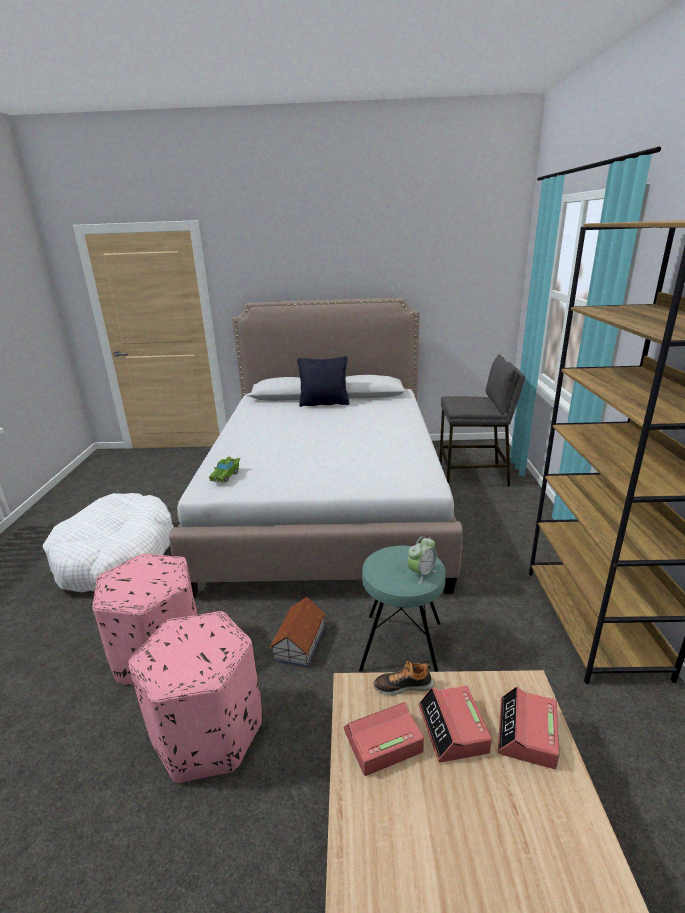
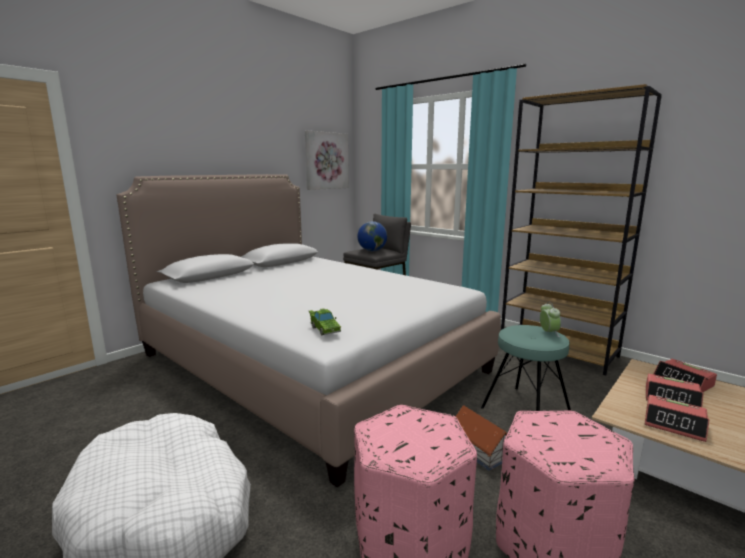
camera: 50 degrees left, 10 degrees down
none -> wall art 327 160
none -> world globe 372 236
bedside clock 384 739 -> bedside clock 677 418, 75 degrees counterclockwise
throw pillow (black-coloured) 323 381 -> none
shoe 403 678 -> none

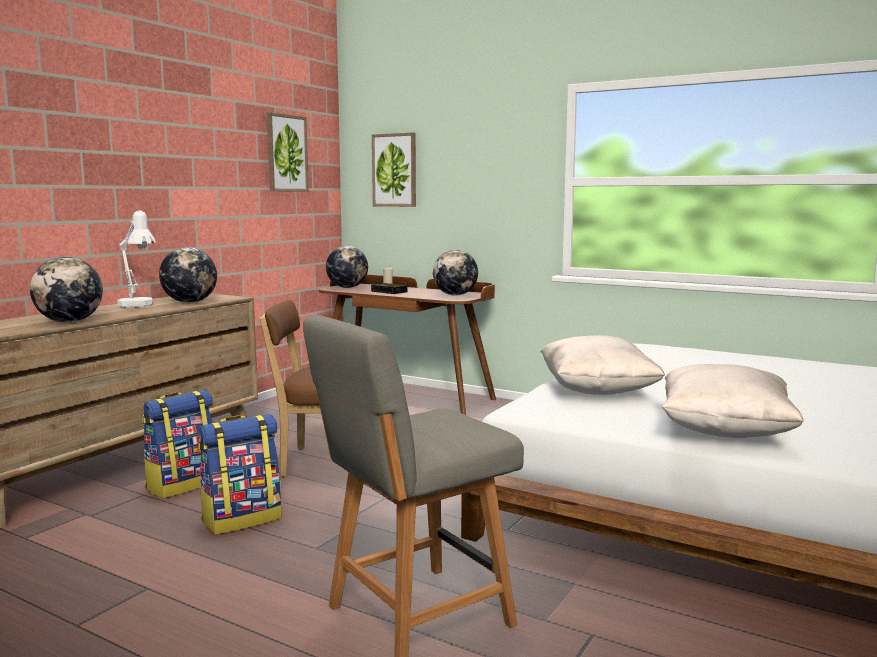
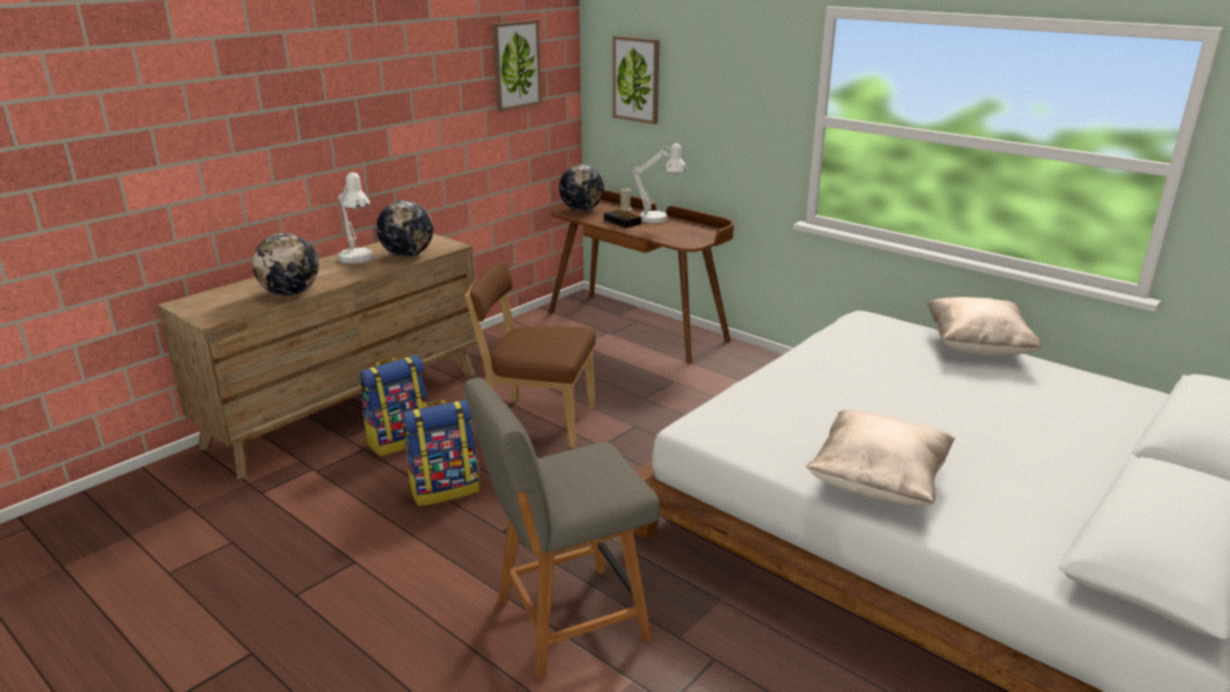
camera: 10 degrees right, 15 degrees up
none -> table lamp (white-coloured) 659 183
throw pillow (beige-coloured) 602 365 -> throw pillow (beige-coloured) 984 326, moved
world globe 455 273 -> none

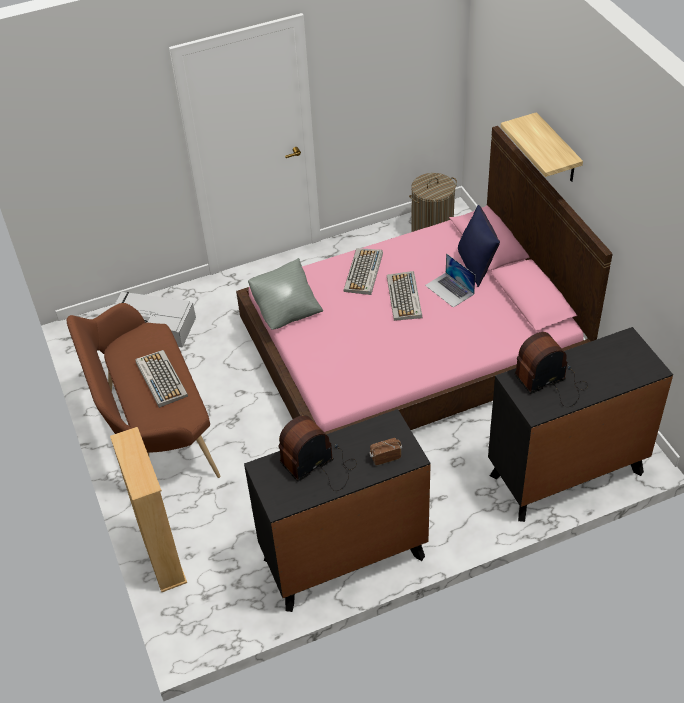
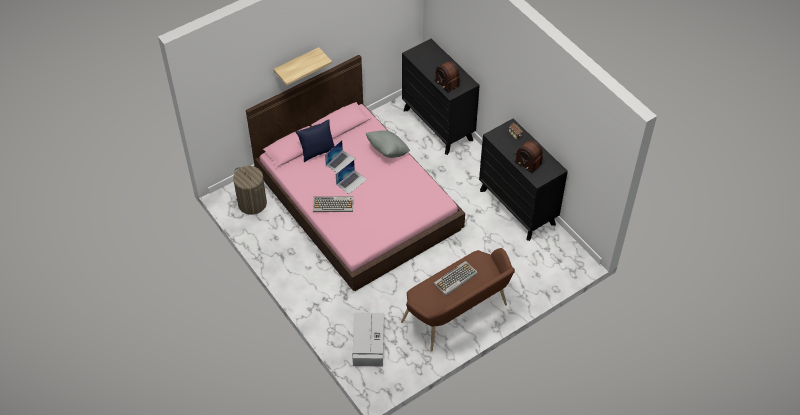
camera: 105 degrees left, 5 degrees up
PC keyboard 404 296 -> laptop 351 177
throw pillow (grey) 285 294 -> throw pillow (grey) 388 144, moved
bookshelf (beige-coloured) 148 509 -> none

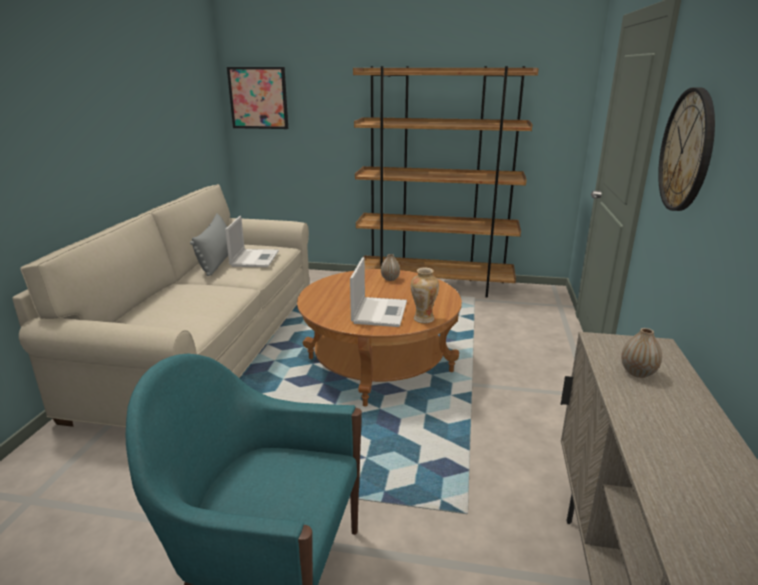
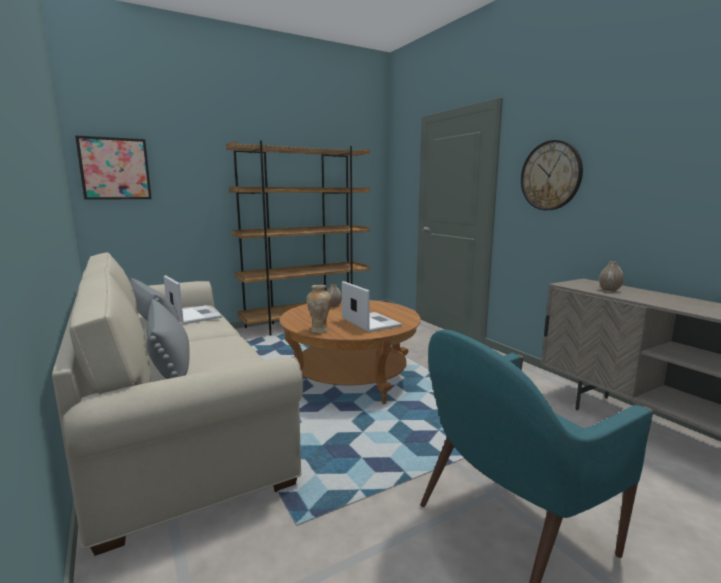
camera: 40 degrees left, 10 degrees down
none -> throw pillow (grey) 168 339
vase 425 295 -> vase 319 309, moved

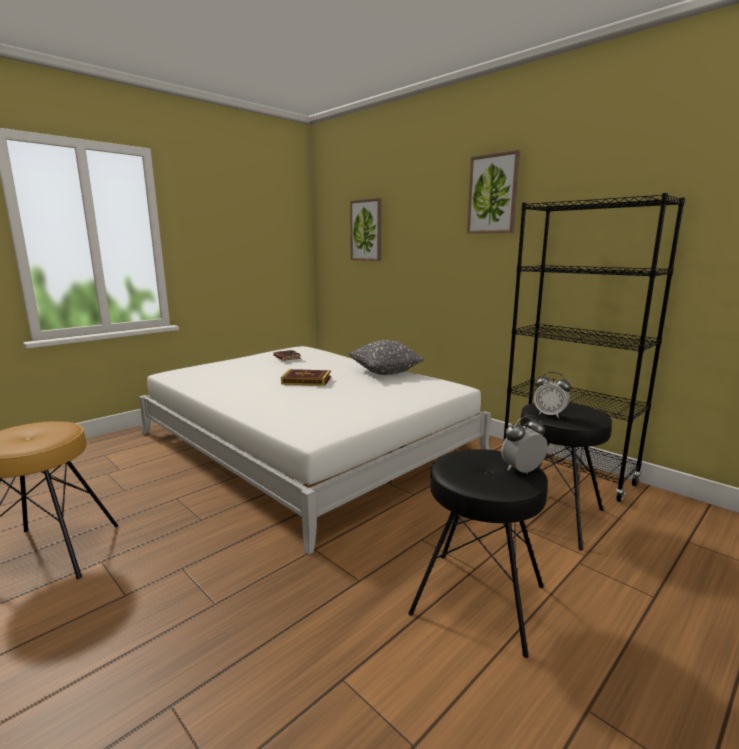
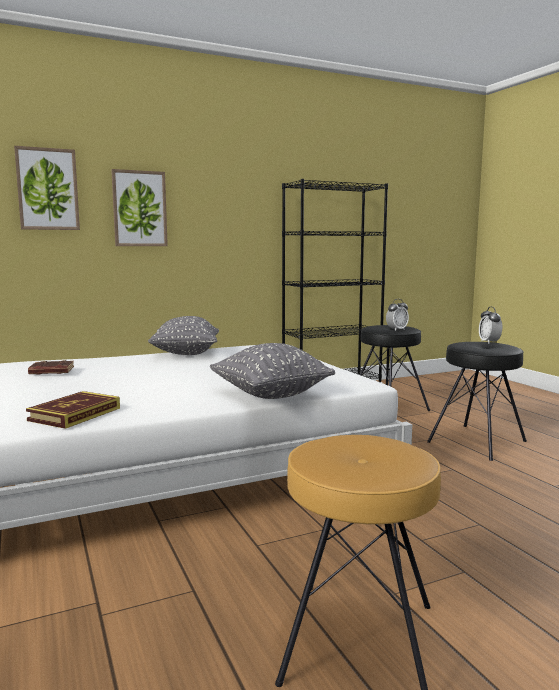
camera: 70 degrees left, 5 degrees down
volume 306 377 -> volume 73 410, moved
wall art 493 192 -> wall art 139 207, moved
none -> throw pillow (grey) 272 371

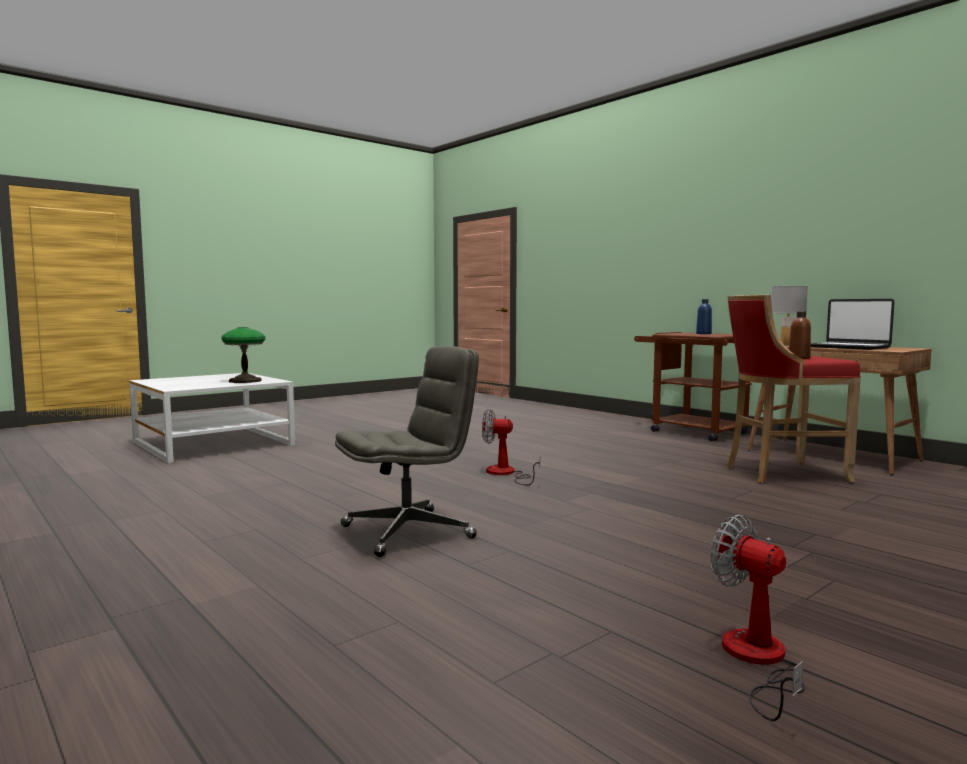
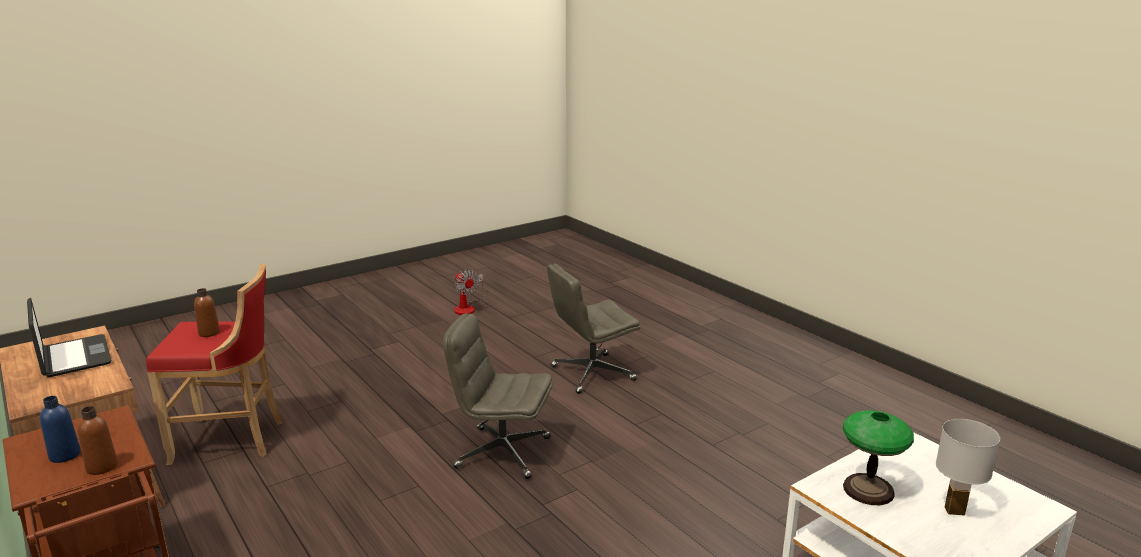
camera: 175 degrees left, 15 degrees up
none -> bottle (brown-coloured) 97 440
cooling fan 511 446 -> desk chair (grey) 498 396
table lamp (white-coloured) 789 316 -> table lamp (white-coloured) 968 467, moved

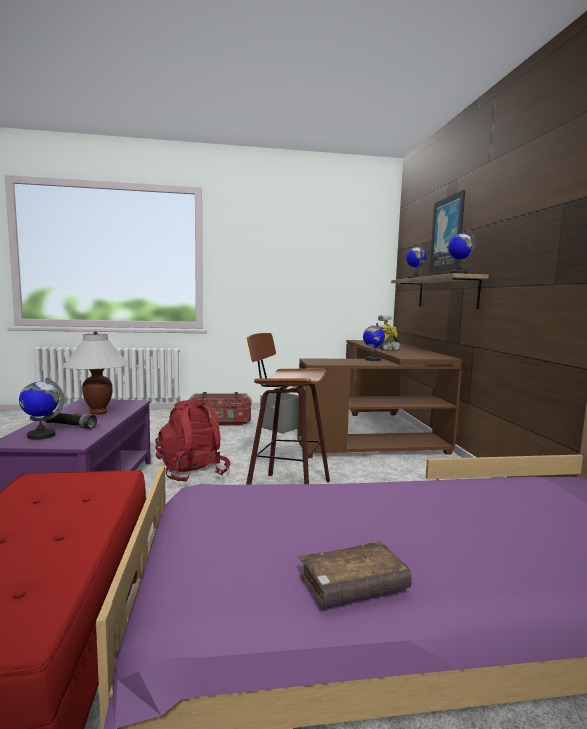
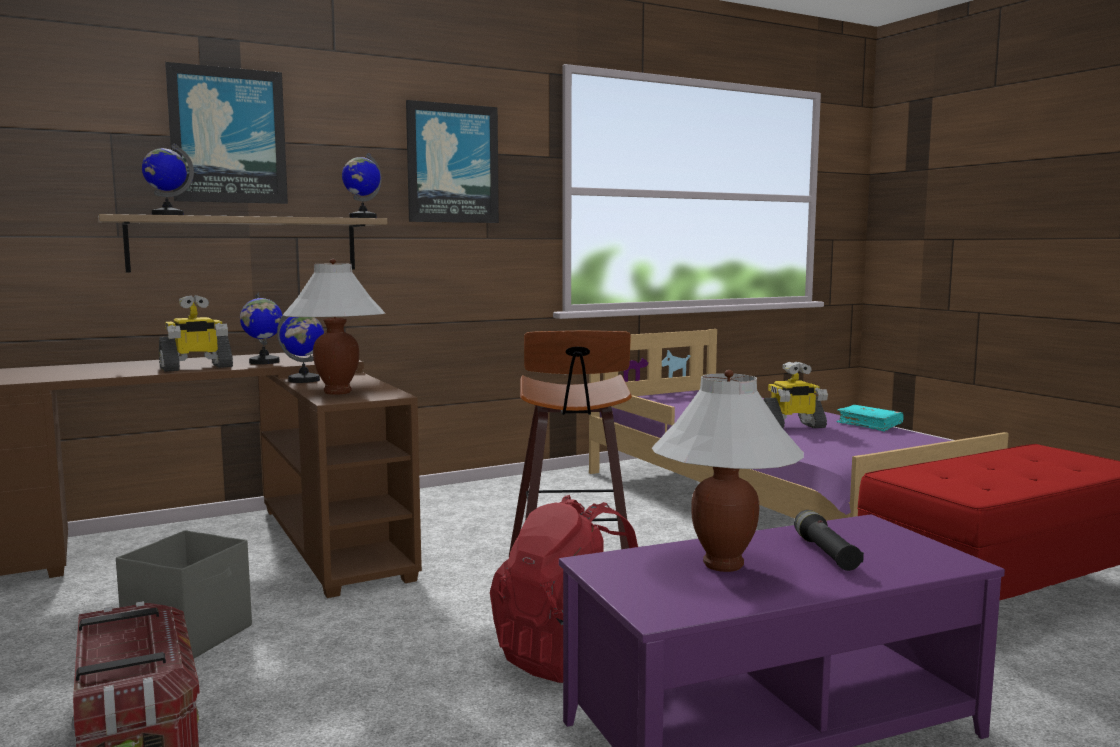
camera: 110 degrees left, 0 degrees up
world globe 41 409 -> world globe 261 328, moved
none -> table lamp (white-coloured) 334 327
none -> wall art 452 161
none -> model robot 795 395
volume (brown-coloured) 355 574 -> volume (blue-green) 870 418

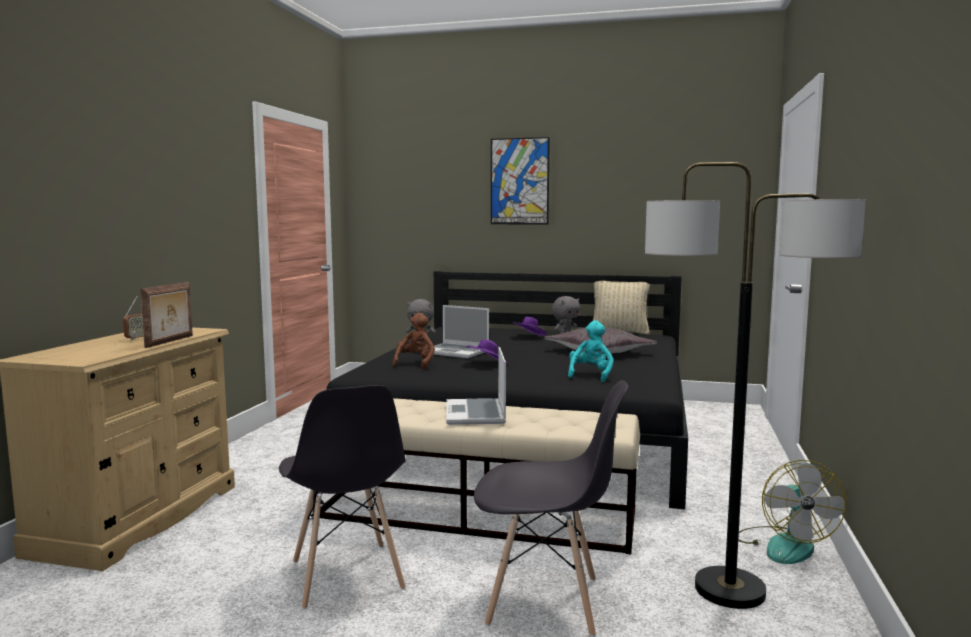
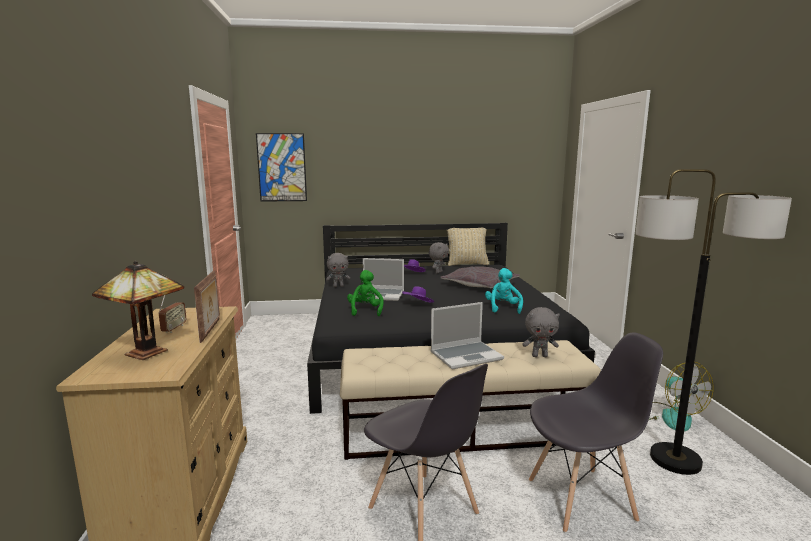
camera: 20 degrees left, 5 degrees up
none -> table lamp 138 310
wall art 520 180 -> wall art 281 167, moved
plush toy (brown-coloured) 413 341 -> plush toy (green) 365 293
laptop 476 386 -> laptop 467 336, 90 degrees counterclockwise
none -> plush toy (grey) 541 332

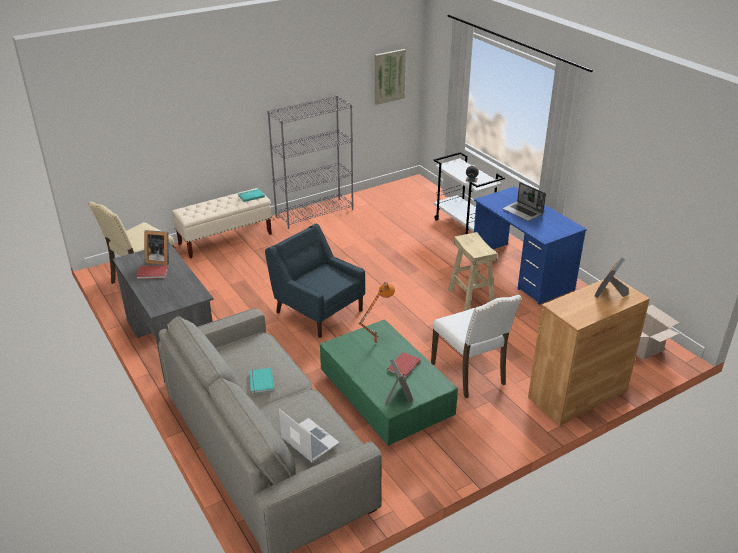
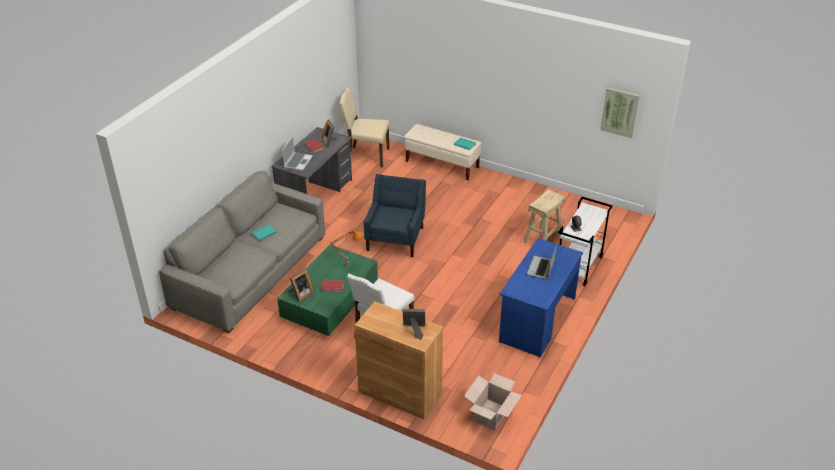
camera: 60 degrees right, 5 degrees up
laptop 309 435 -> laptop 297 153, moved
stool (beige-coloured) 473 271 -> stool (beige-coloured) 544 216, moved
bookshelf (grey) 310 162 -> none

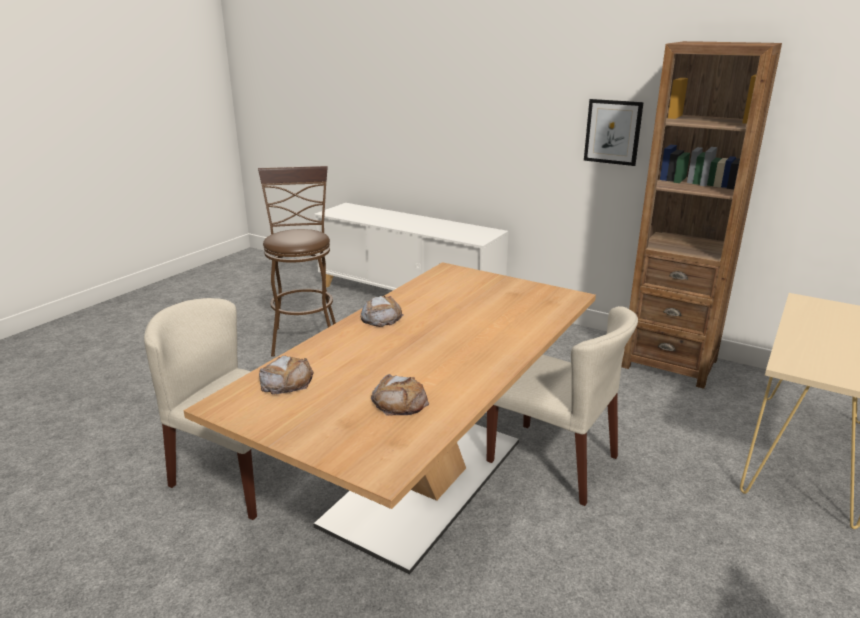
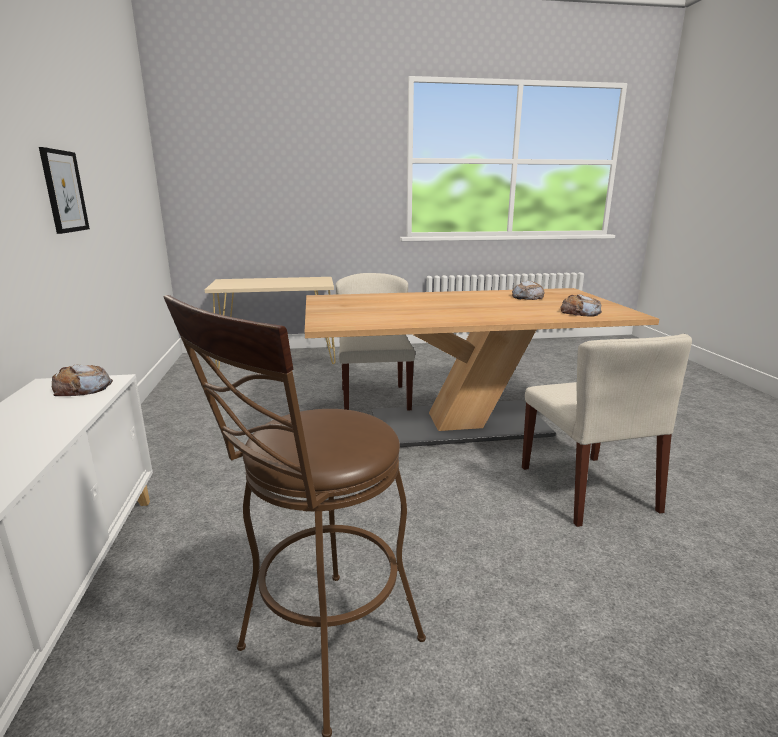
camera: 130 degrees left, 5 degrees down
bakery bread 381 311 -> bakery bread 82 380, moved
bookshelf (brown-coloured) 701 215 -> none

